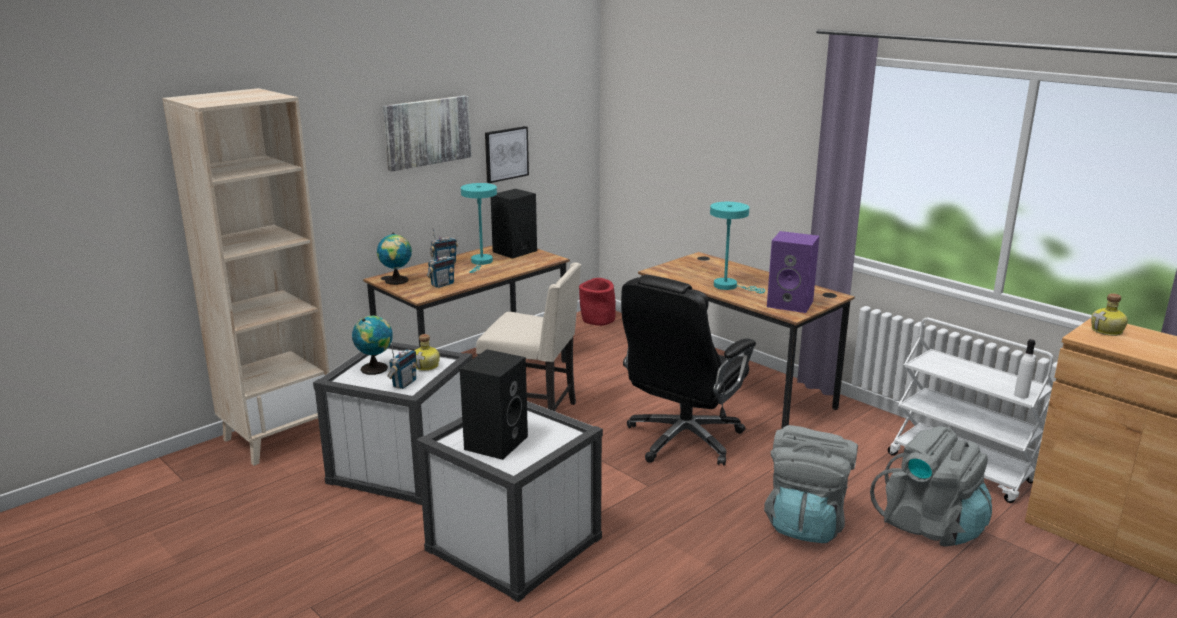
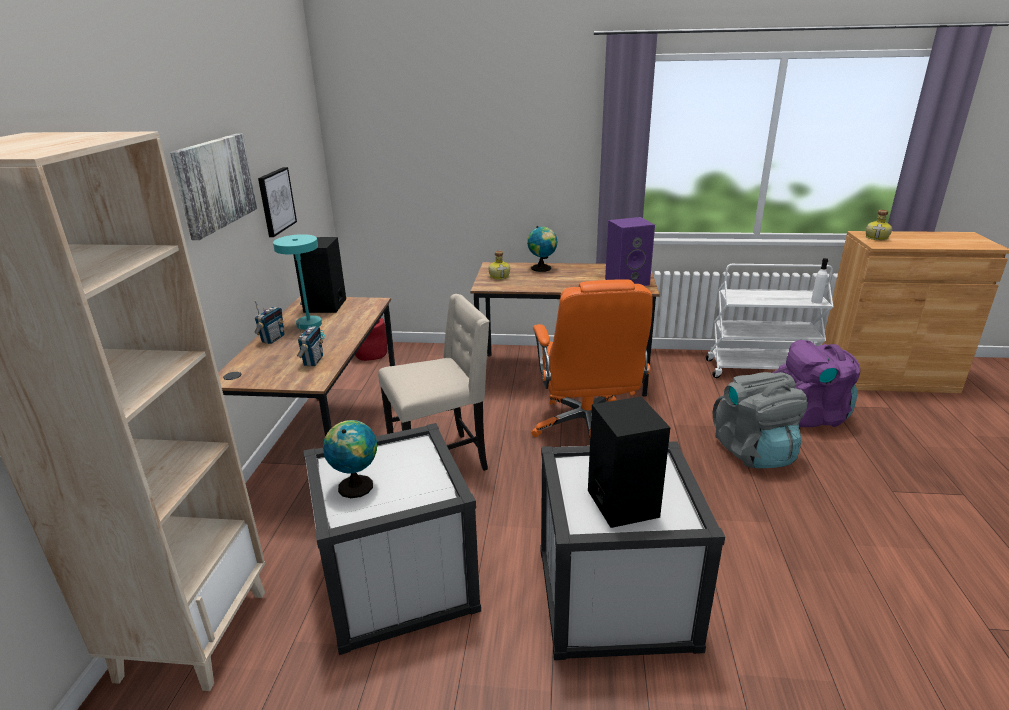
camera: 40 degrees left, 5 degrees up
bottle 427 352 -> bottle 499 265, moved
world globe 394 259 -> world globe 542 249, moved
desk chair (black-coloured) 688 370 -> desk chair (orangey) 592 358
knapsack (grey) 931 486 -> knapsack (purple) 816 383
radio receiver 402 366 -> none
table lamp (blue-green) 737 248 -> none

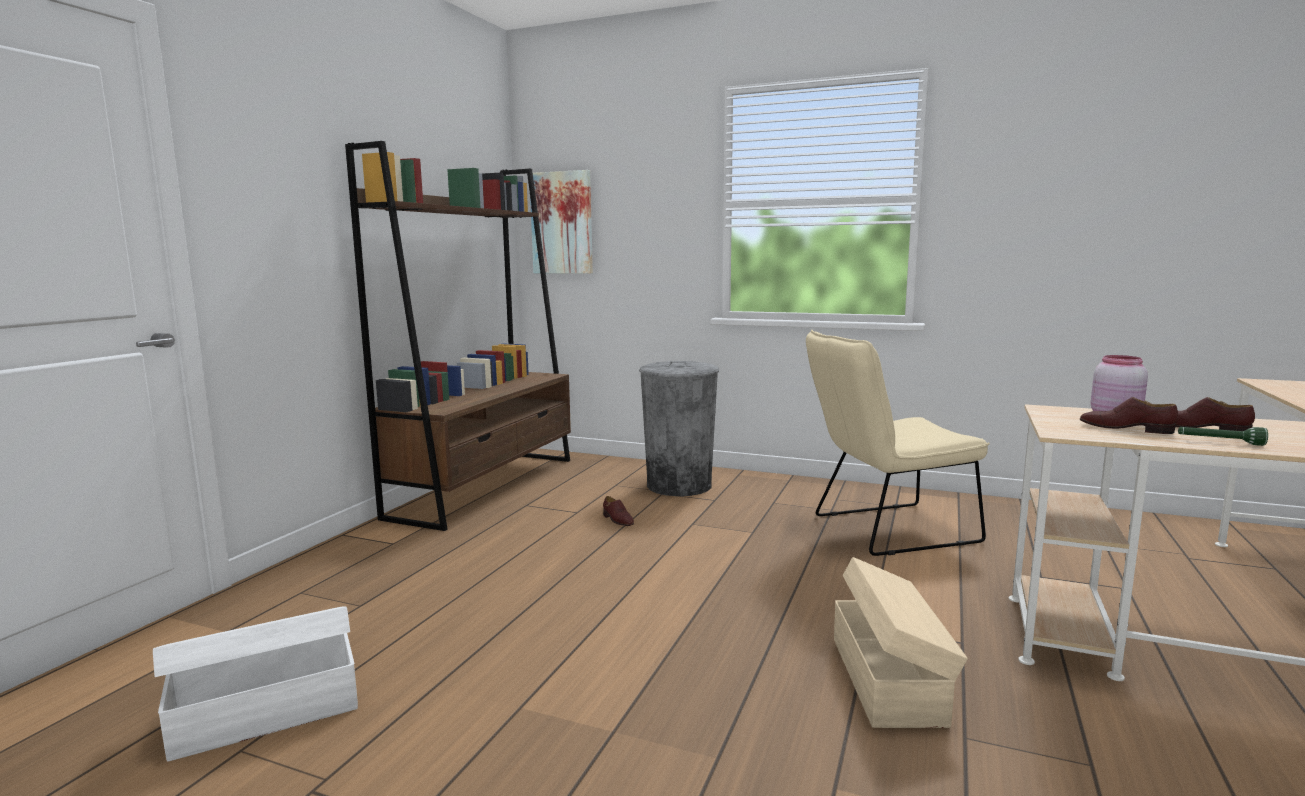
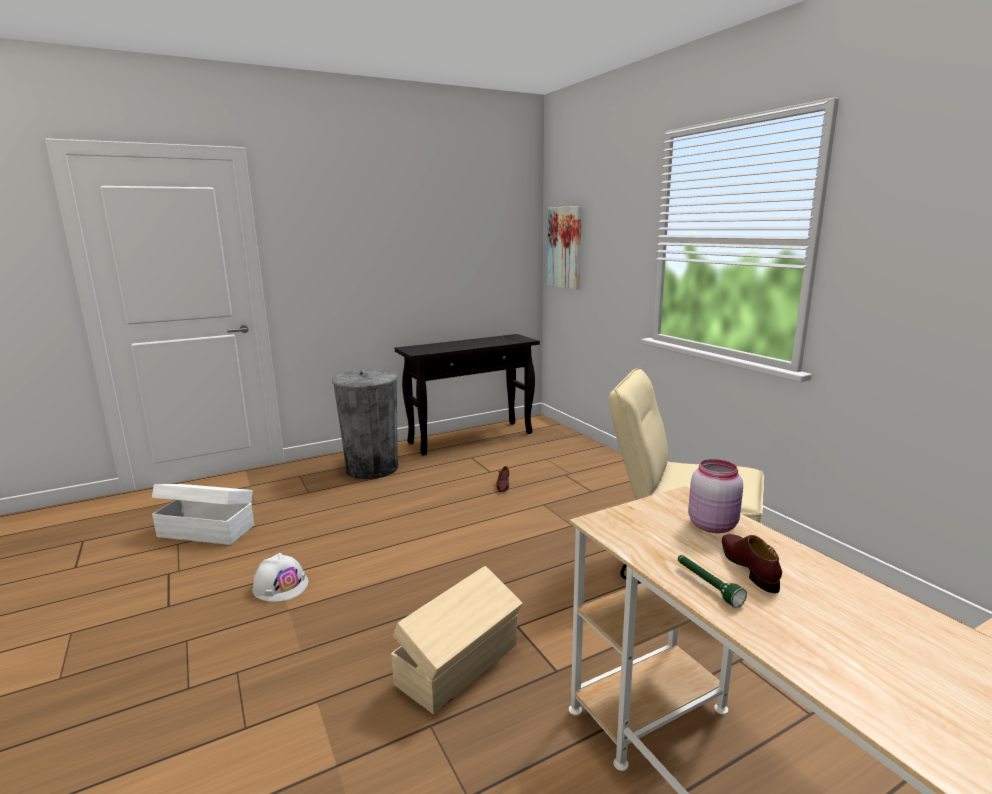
camera: 40 degrees right, 5 degrees up
none -> hard hat (white-coloured) 280 577
waste bin (grey) 679 428 -> waste bin (grey) 365 424, moved
bookshelf (brown-coloured) 458 336 -> console table (black-coloured) 467 395
shoe (brown-coloured) 1129 415 -> none

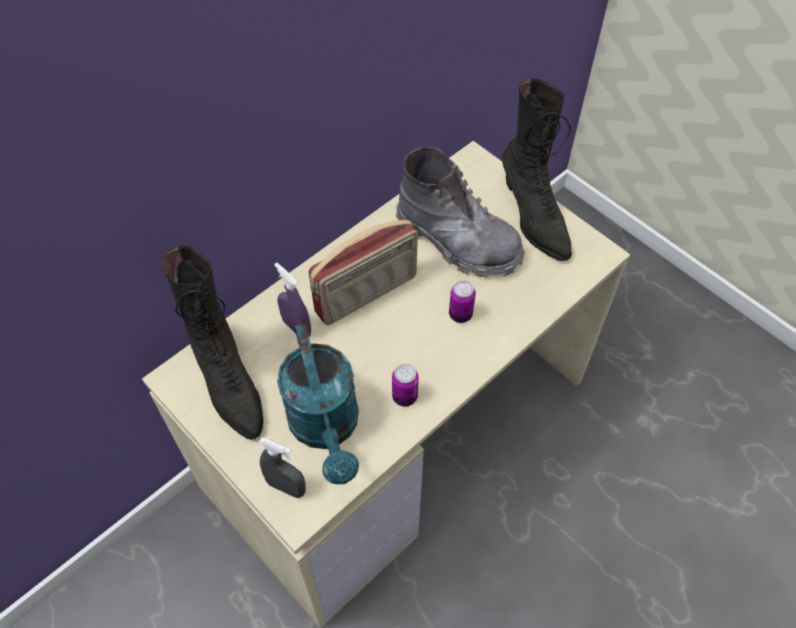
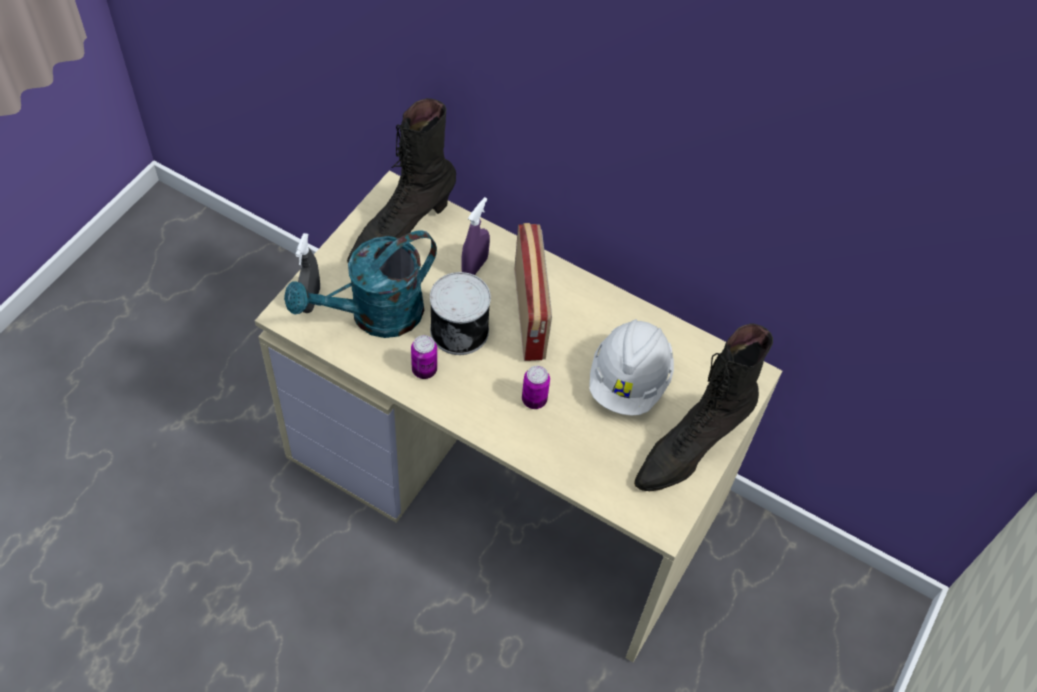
camera: 70 degrees right, 0 degrees up
none -> metal can 460 313
radio receiver 363 271 -> radio receiver 533 292, 135 degrees counterclockwise
tall boot (grey) 460 212 -> hard hat (white-coloured) 631 367

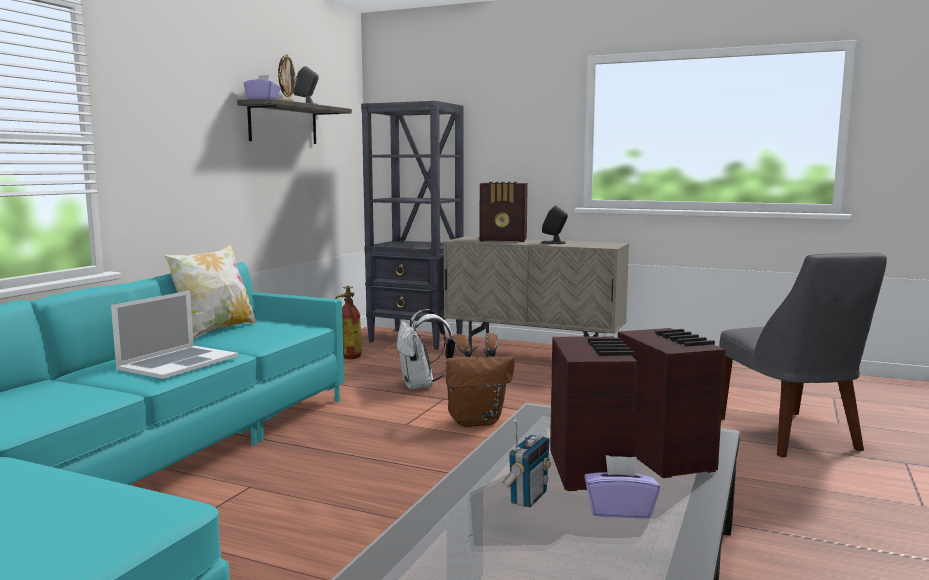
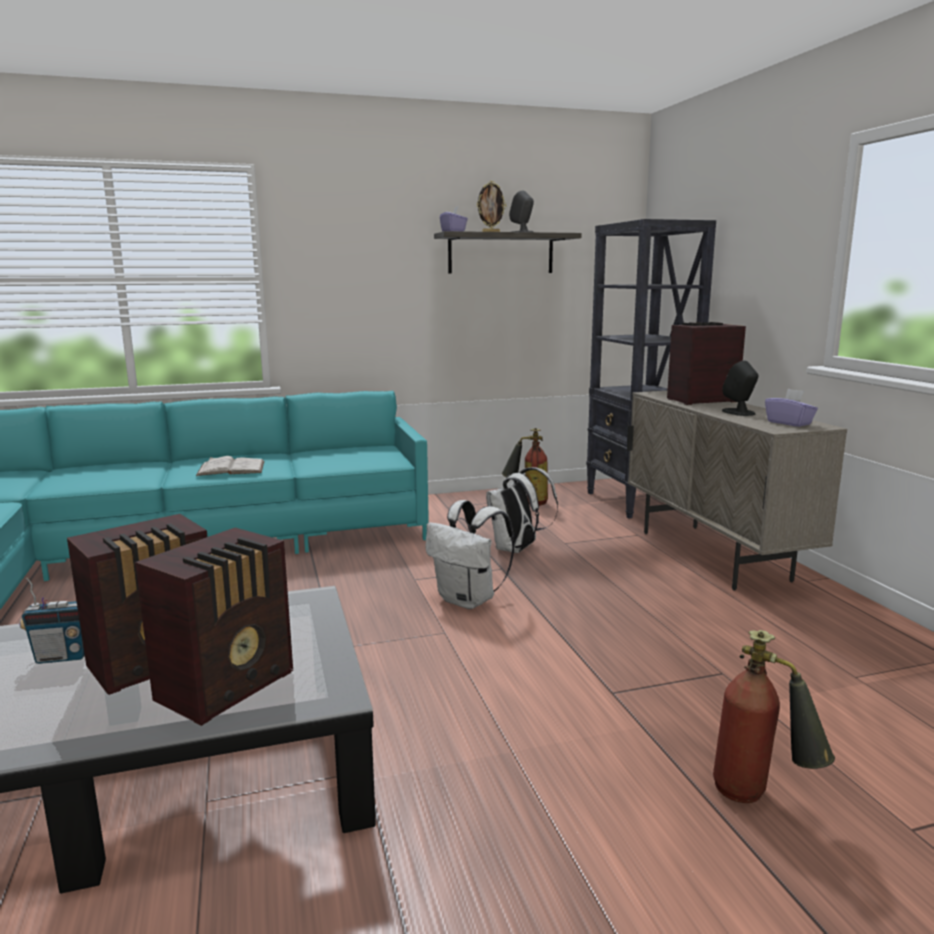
camera: 50 degrees right, 5 degrees up
laptop 174 335 -> volume (white-coloured) 230 466
knapsack (brown-coloured) 480 380 -> knapsack (white-coloured) 469 554
radio receiver 503 212 -> radio receiver 706 363, 105 degrees clockwise
plain chair (grey) 803 355 -> fire-fighting cylinder 774 716
tissue box (purple) 622 487 -> tissue box (purple) 791 408, moved
throw pillow 210 291 -> none

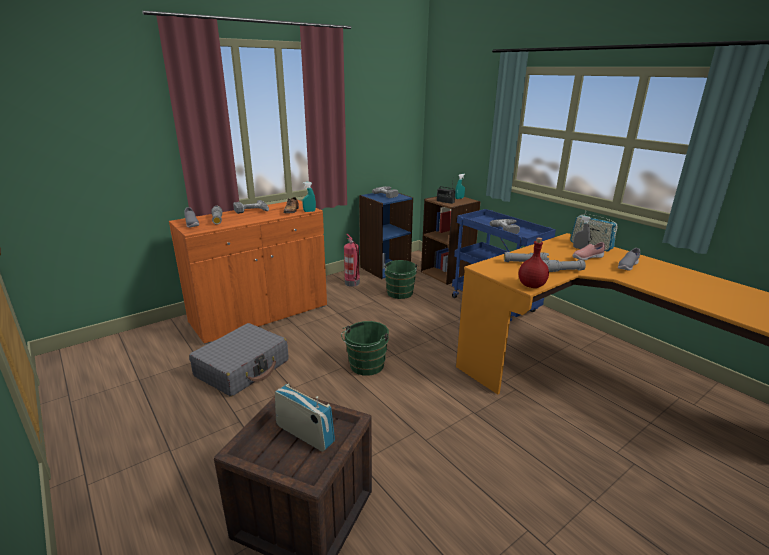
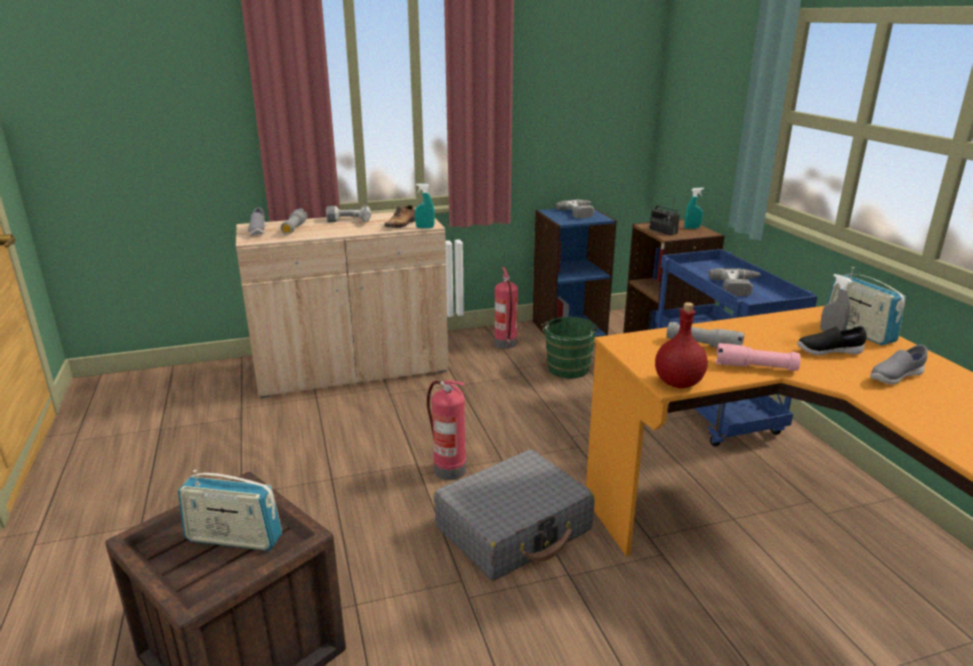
camera: 20 degrees right, 0 degrees up
radio receiver 305 417 -> radio receiver 230 510, 135 degrees clockwise
storage cabinet (orangey) 248 272 -> storage cabinet (beige-coloured) 342 305
bucket (green) 365 348 -> fire-fighting cylinder 446 430
travel case (grey) 238 360 -> travel case (grey) 514 515, moved
flashlight (grey) 564 266 -> flashlight (pink-coloured) 758 357
shoe (pink-coloured) 588 251 -> shoe (black-coloured) 832 340

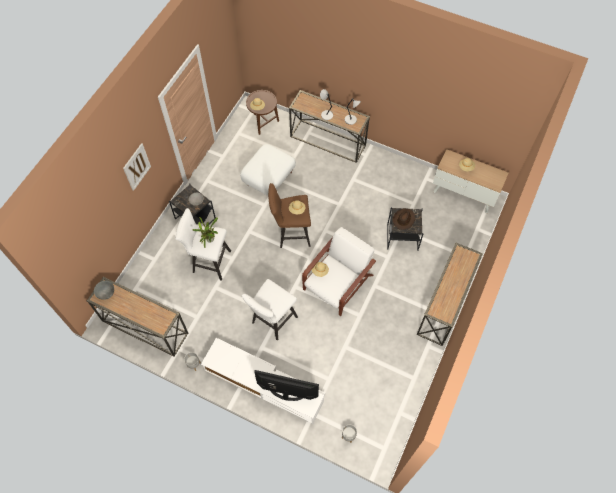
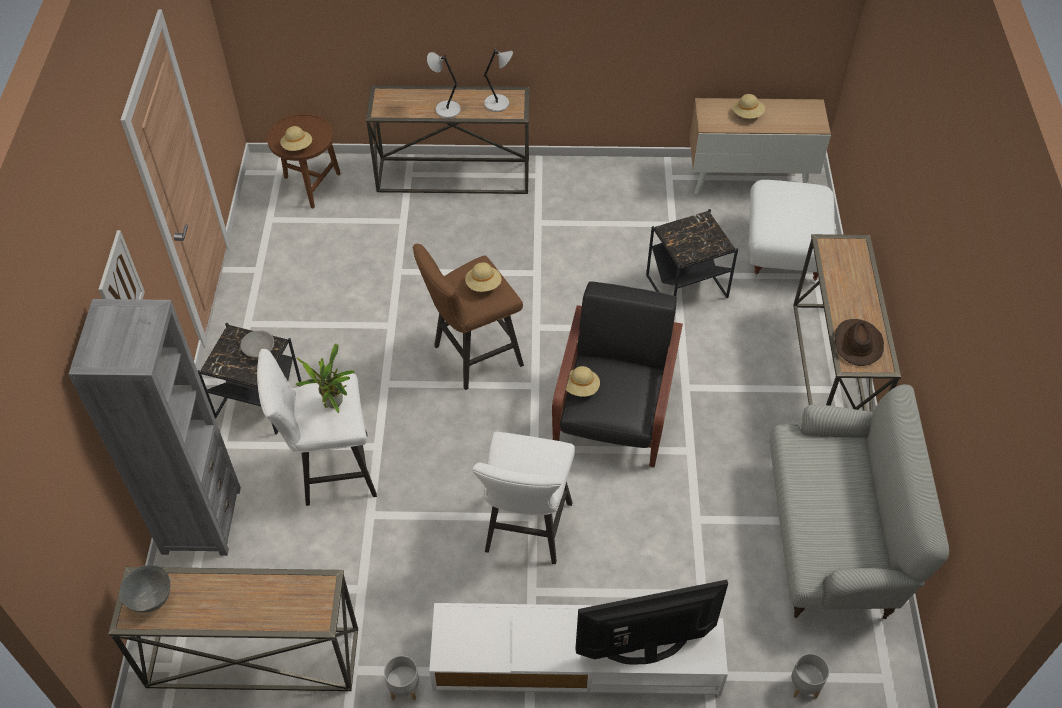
camera: 25 degrees left, 10 degrees down
none -> bookshelf (grey) 154 427
easy chair (white-coloured) 339 271 -> easy chair (black-coloured) 617 374
ottoman (white-coloured) 268 170 -> ottoman (white-coloured) 791 232, moved
none -> couch 859 501
wearable hat (brown-coloured) 404 219 -> wearable hat (brown-coloured) 859 342, moved

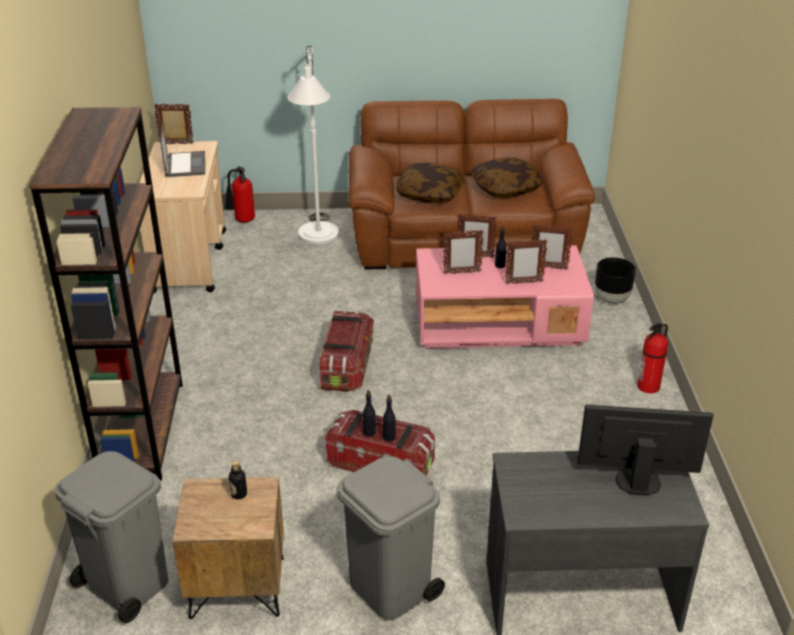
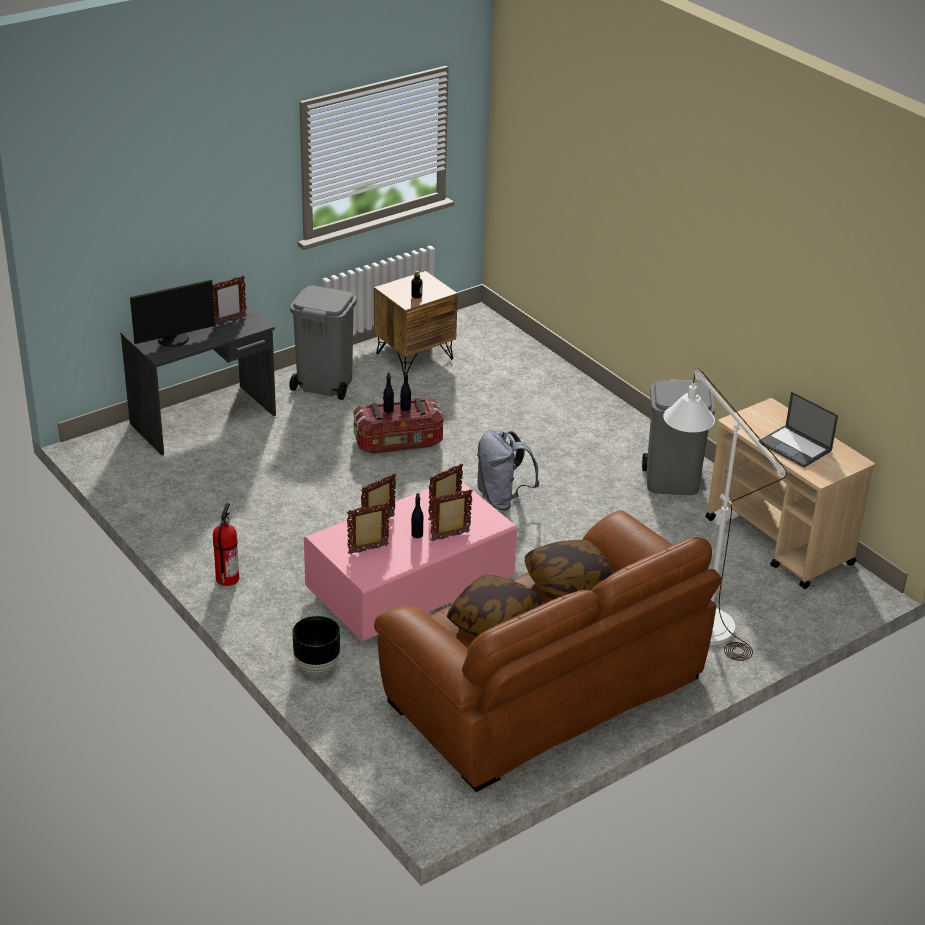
camera: 145 degrees right, 0 degrees up
photo frame 173 124 -> photo frame 229 300, moved
storage box 347 351 -> knapsack (grey) 508 469
waste bin (grey) 111 537 -> waste bin (grey) 678 437, moved
bookshelf (brown-coloured) 106 294 -> none
fire-fighting cylinder 240 194 -> none

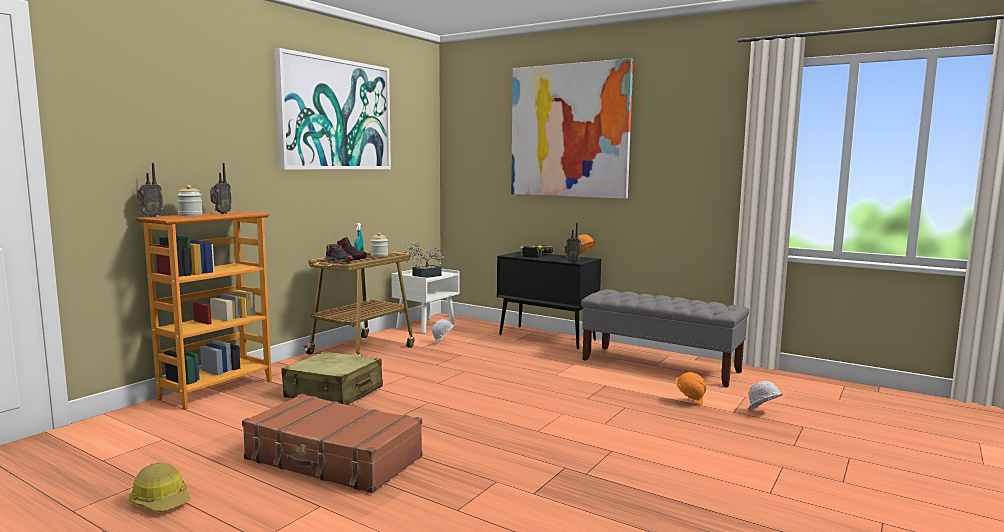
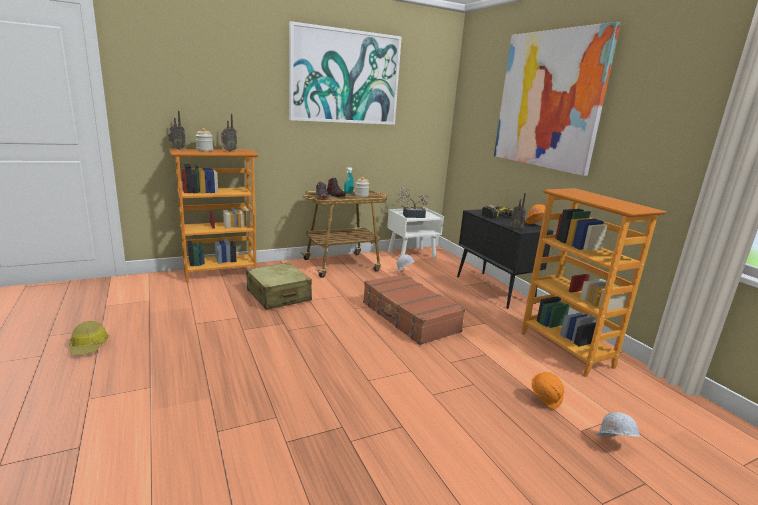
camera: 30 degrees right, 10 degrees up
travel case (brown-coloured) 332 443 -> travel case (brown-coloured) 414 309, moved
bench (grey) 665 338 -> bookshelf 594 282

